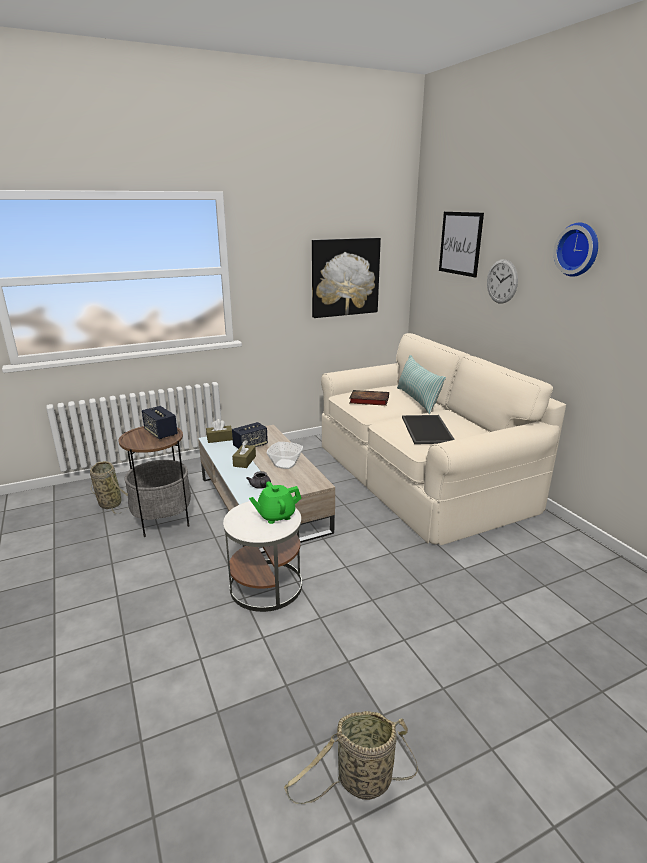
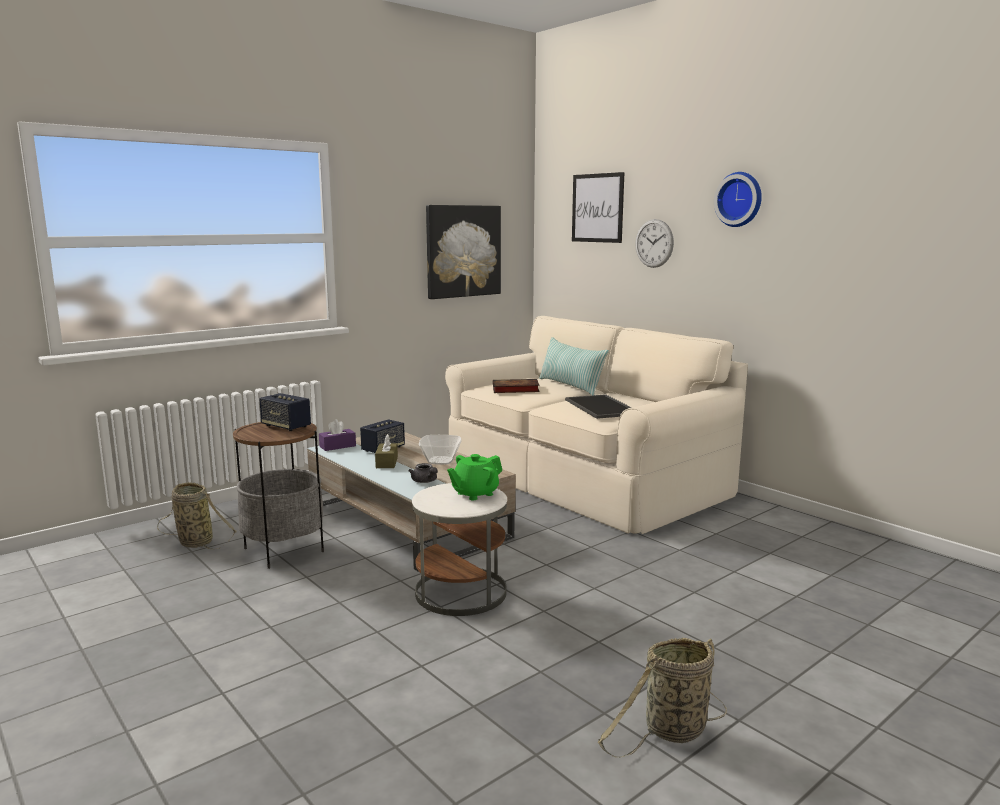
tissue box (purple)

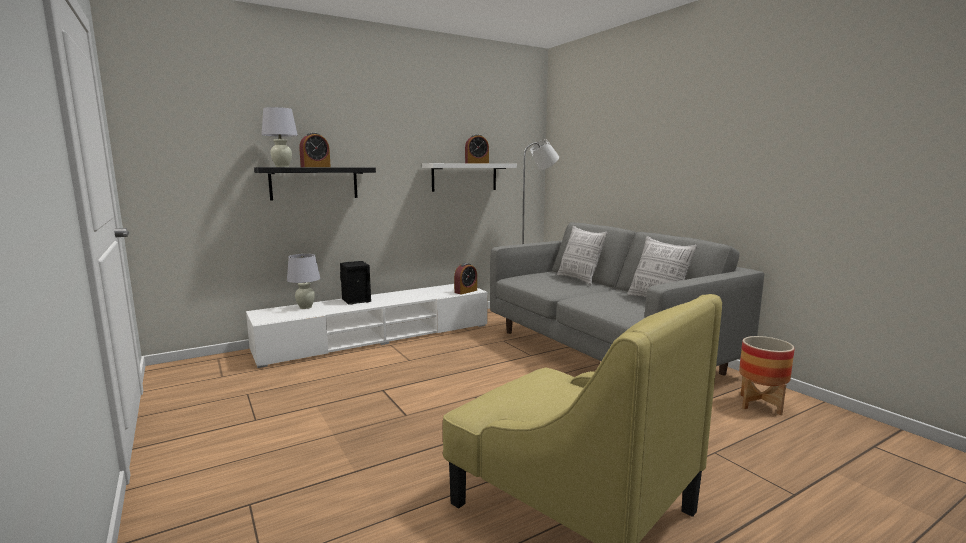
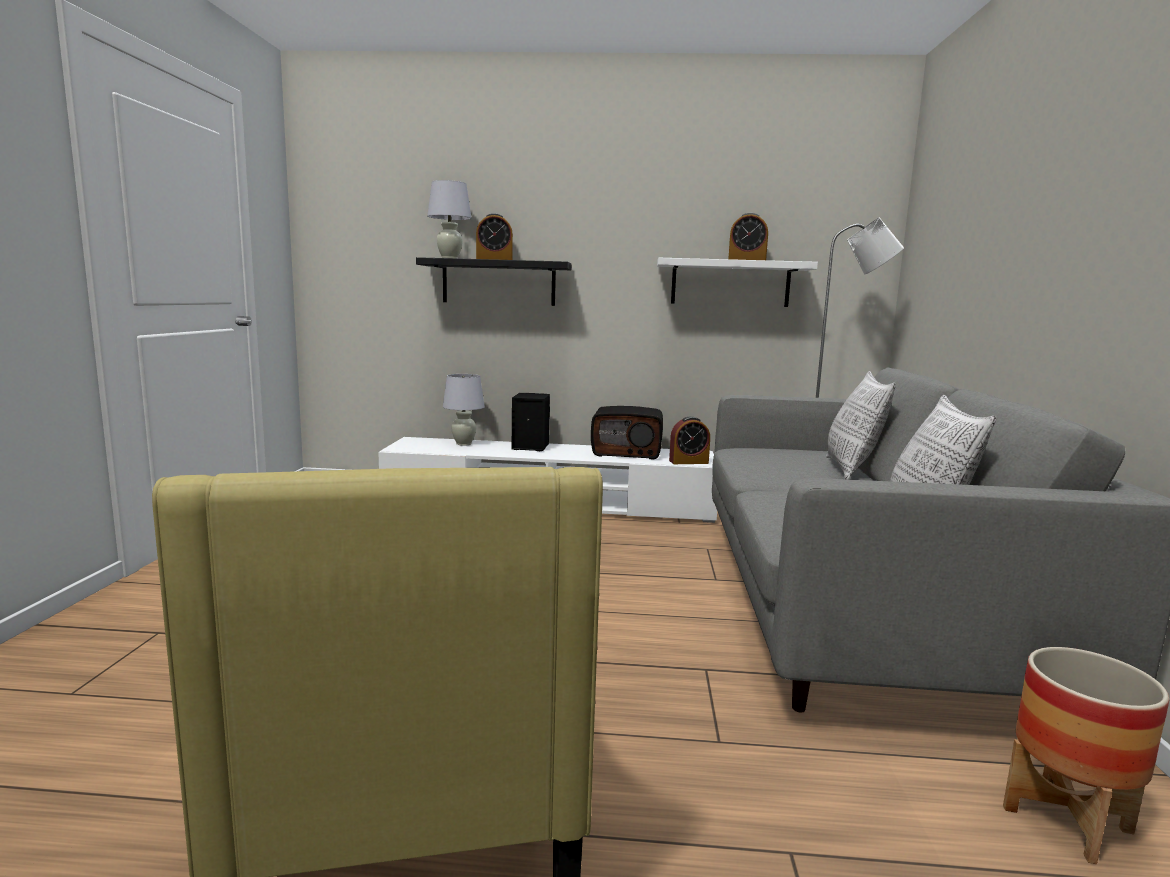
radio

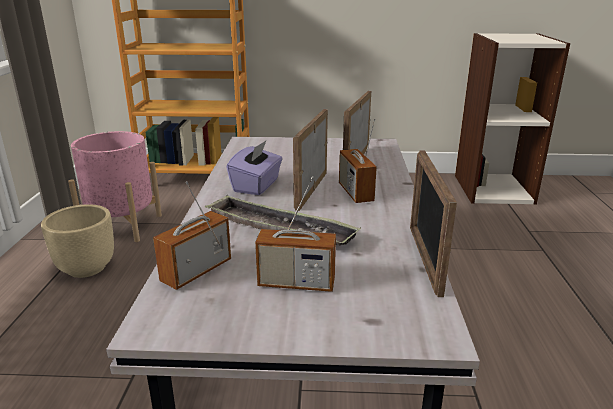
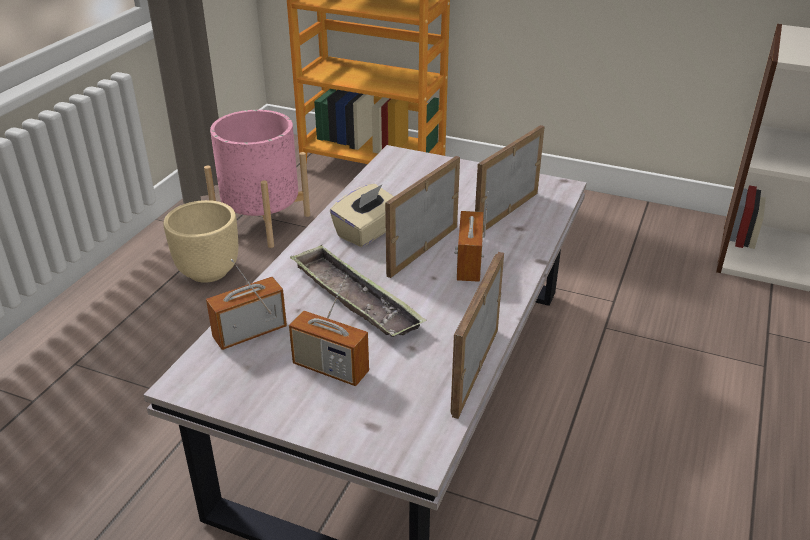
tissue box (beige)

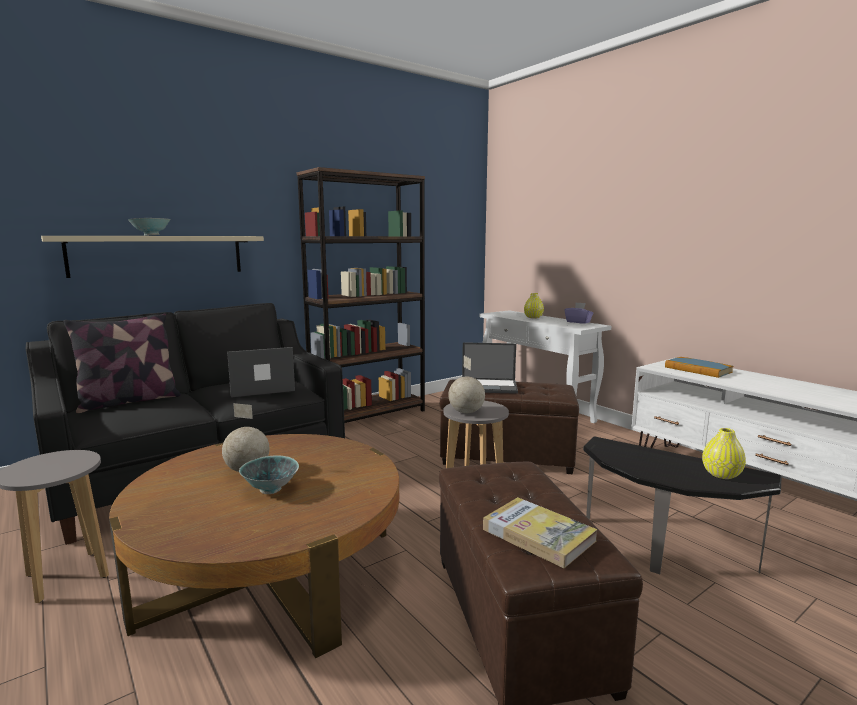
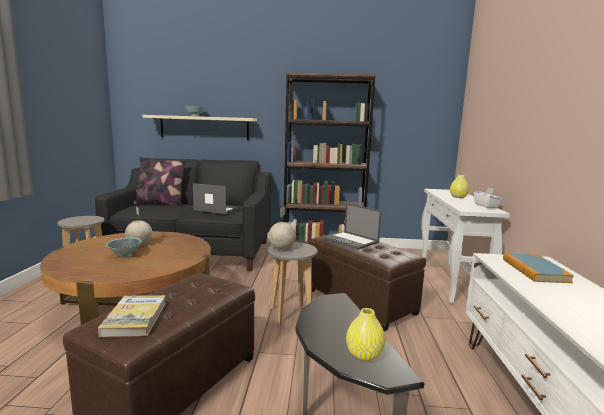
tissue box (white)

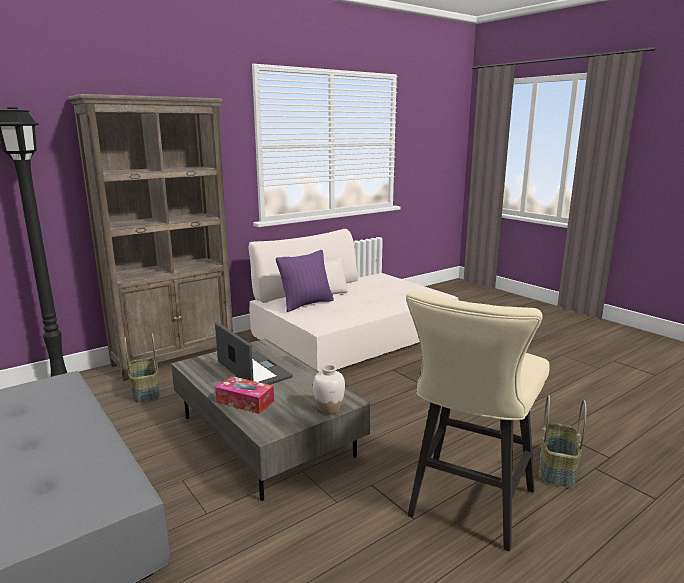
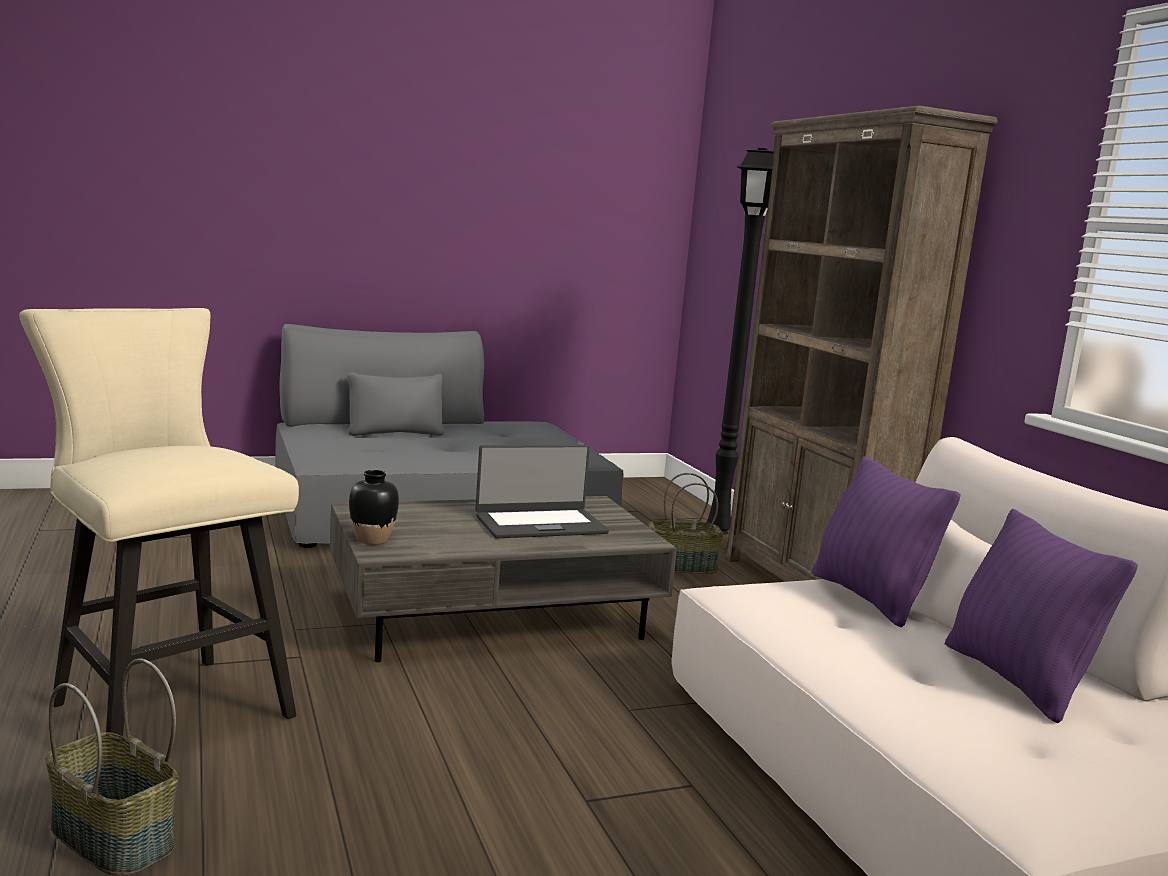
vase (black)
tissue box
pillow (purple) (2nd from left)

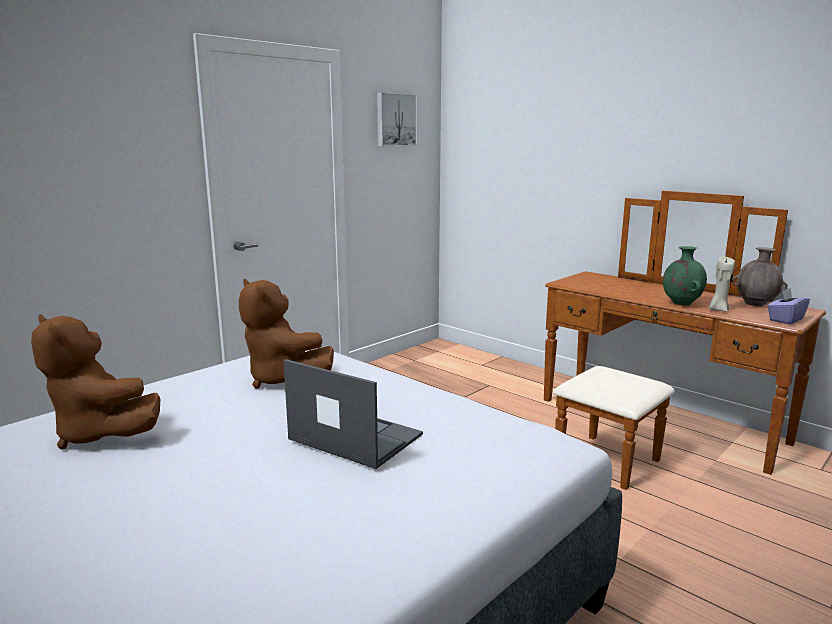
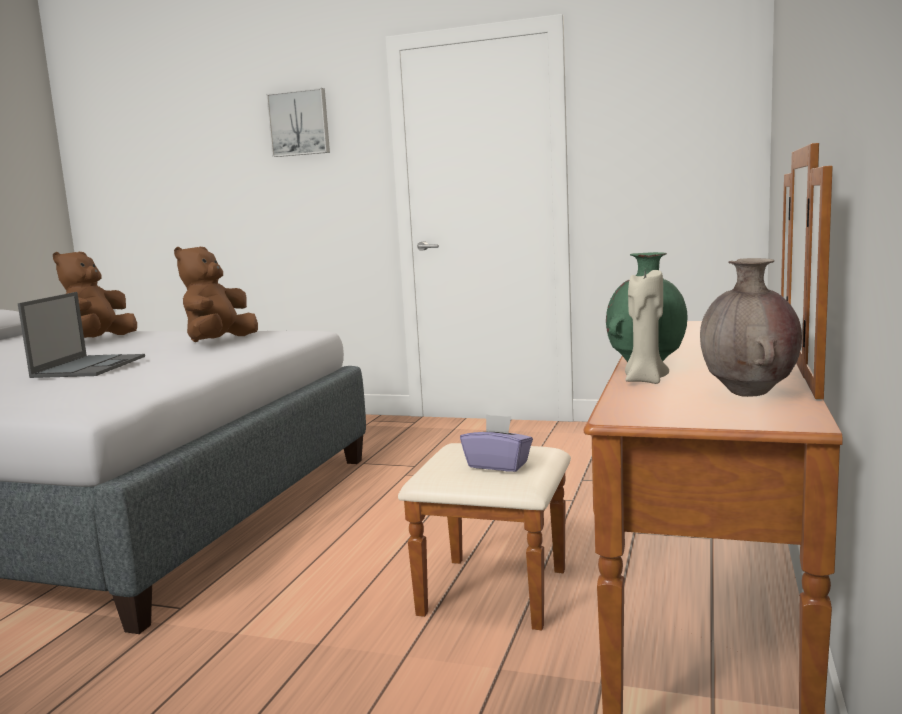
picture
tissue box (purple)

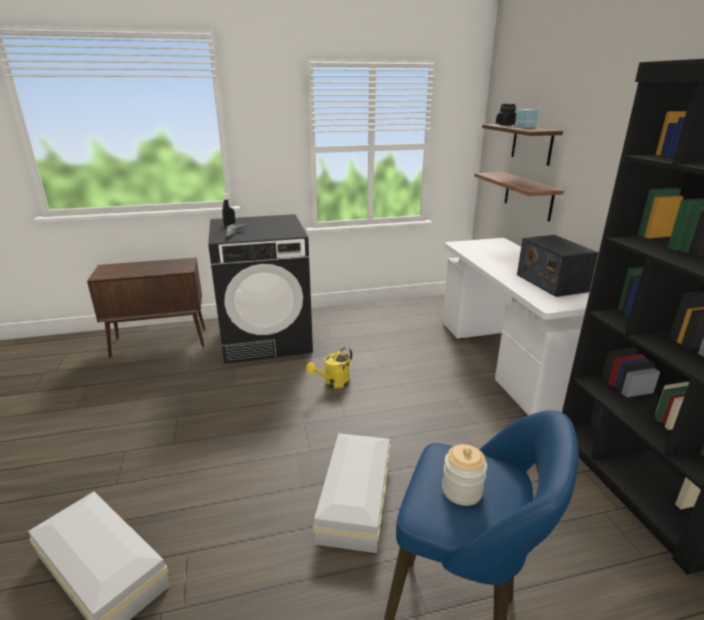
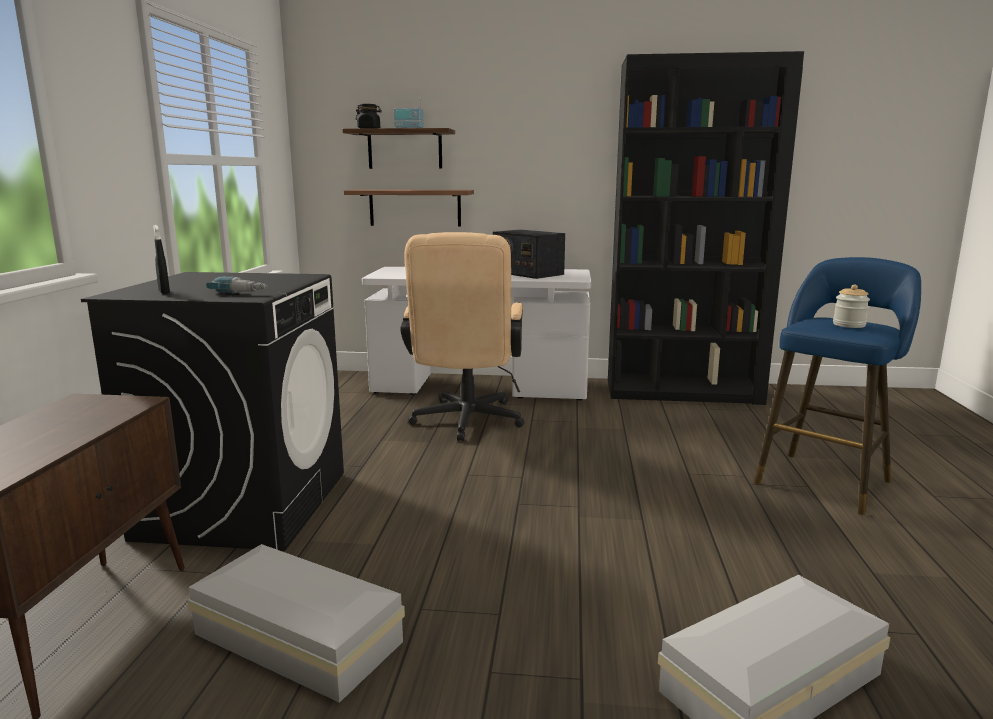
radio (2nd from left)
watering can (yellow)
storage box (white) (1st from left)
office chair (beige)

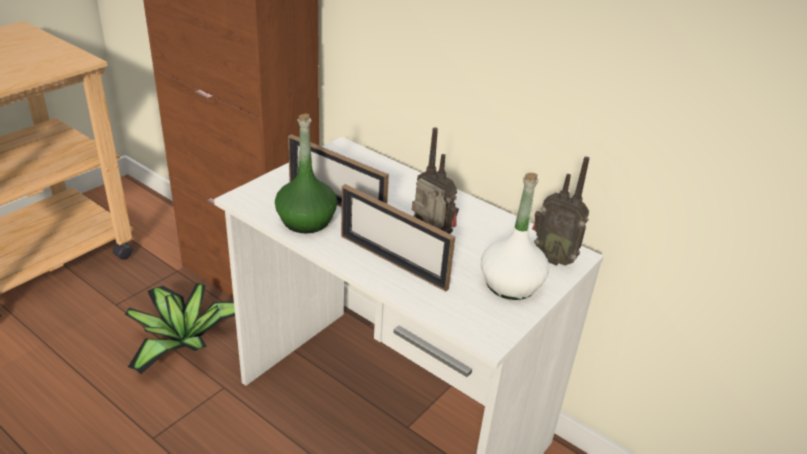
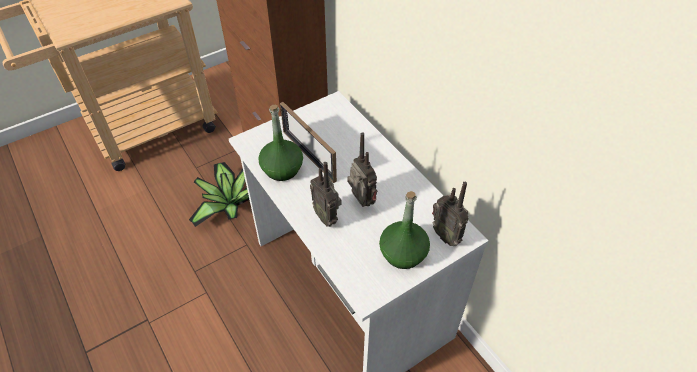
bottle (green) (2nd from left)
radio (1st from left)

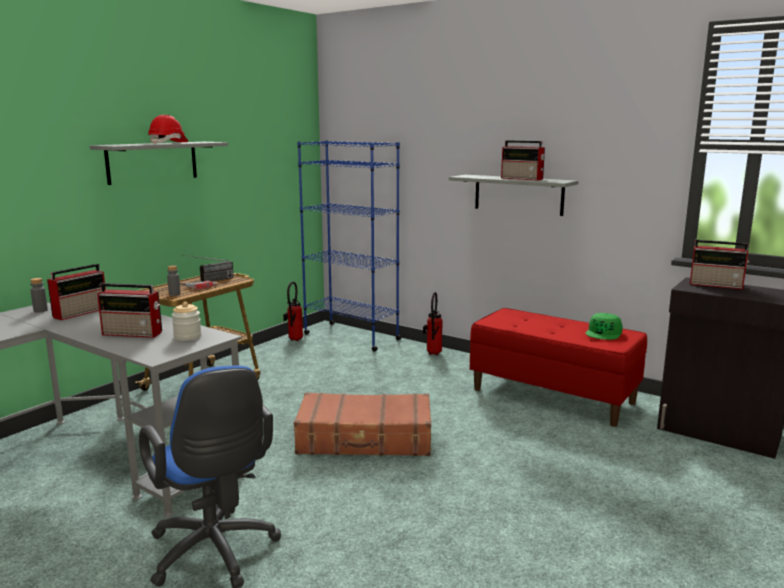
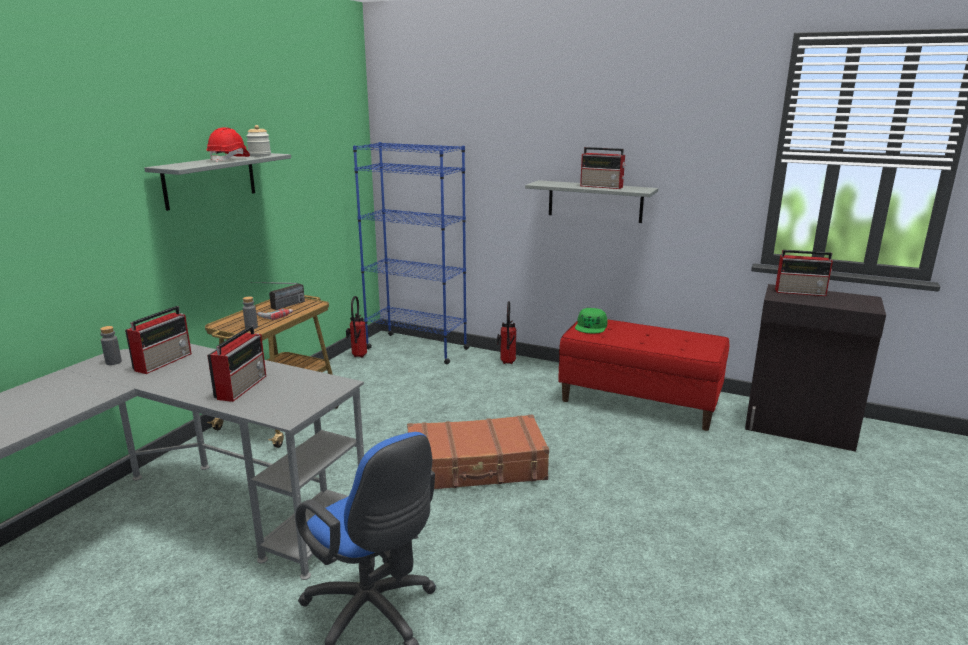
radio (2nd from left)
jar
cap (green)

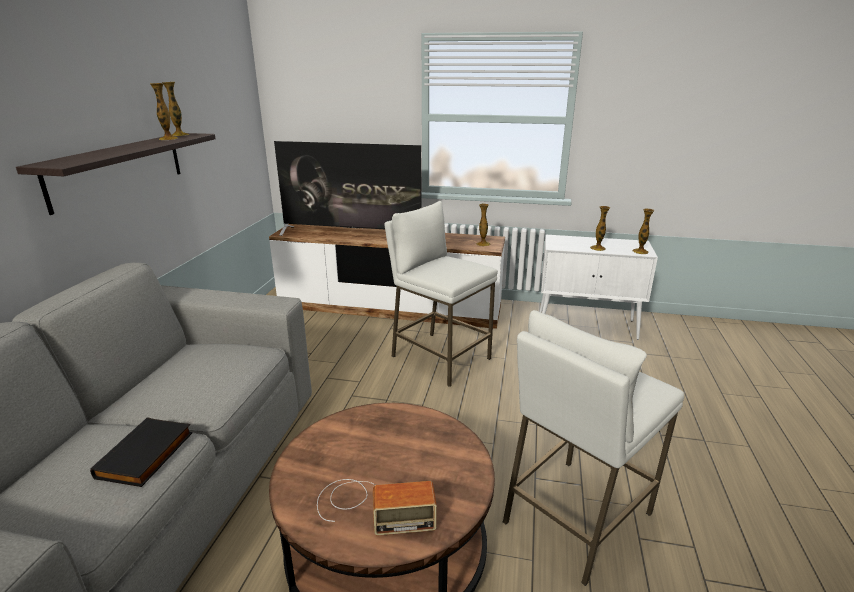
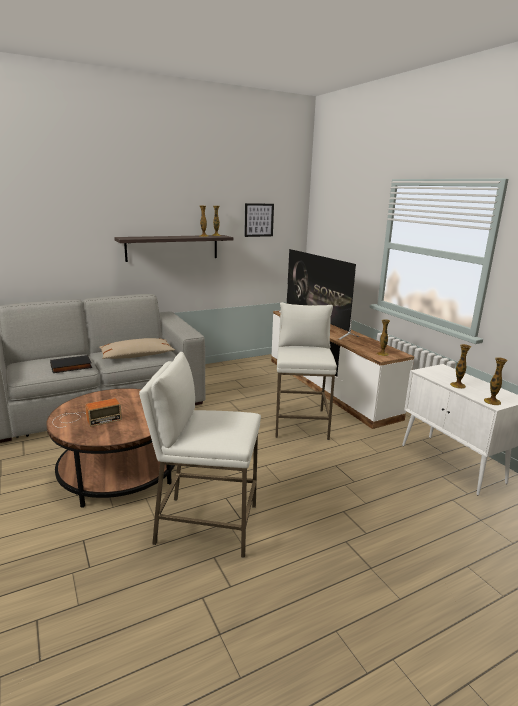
radio
picture
pillow (beige)

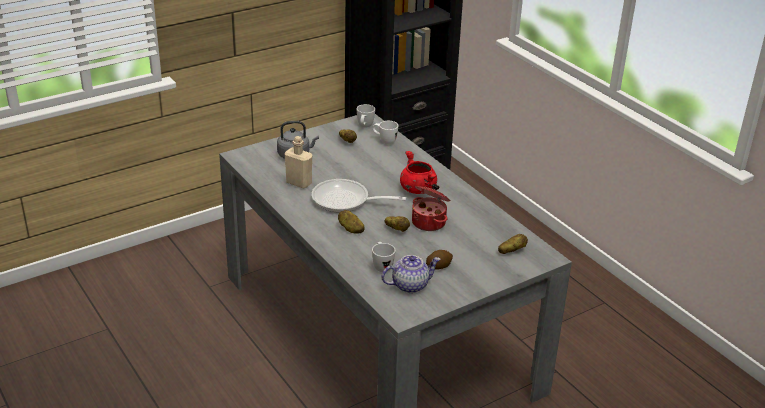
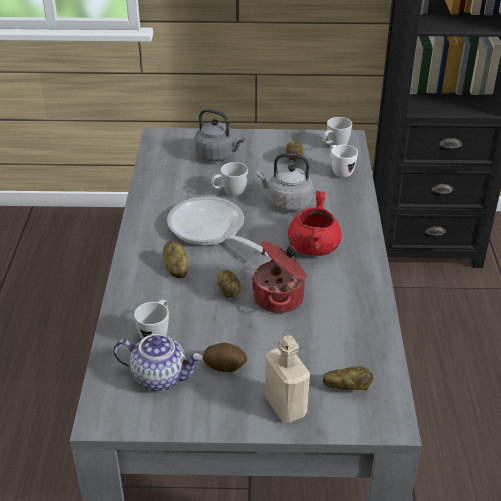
bottle (beige)
kettle (grey) (2nd from left)
mug (white) (2nd from left)

